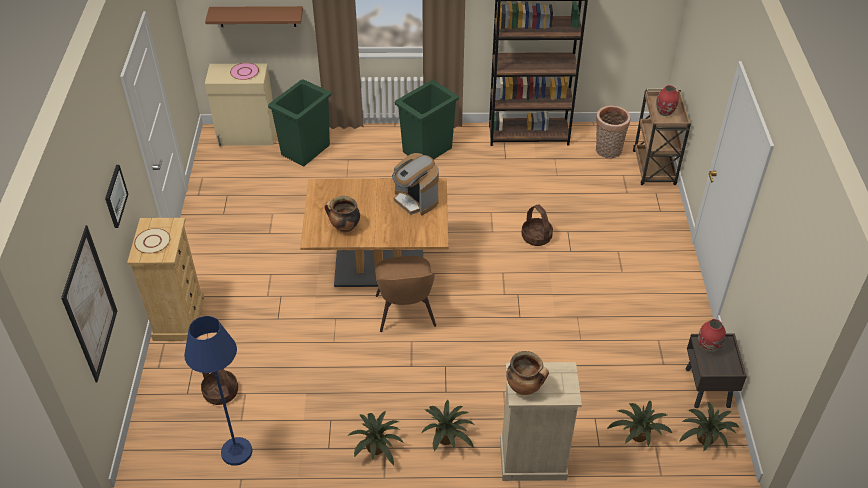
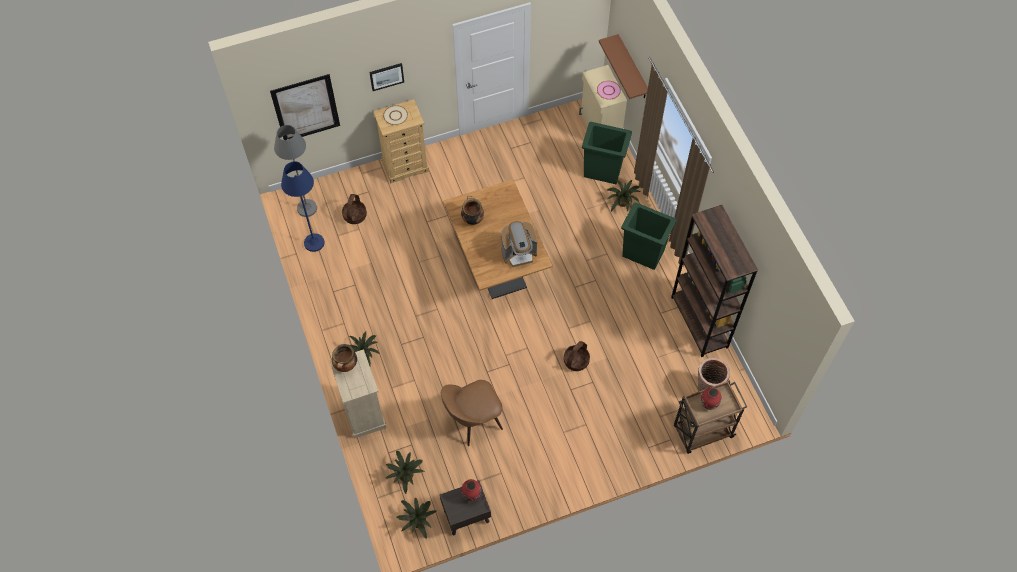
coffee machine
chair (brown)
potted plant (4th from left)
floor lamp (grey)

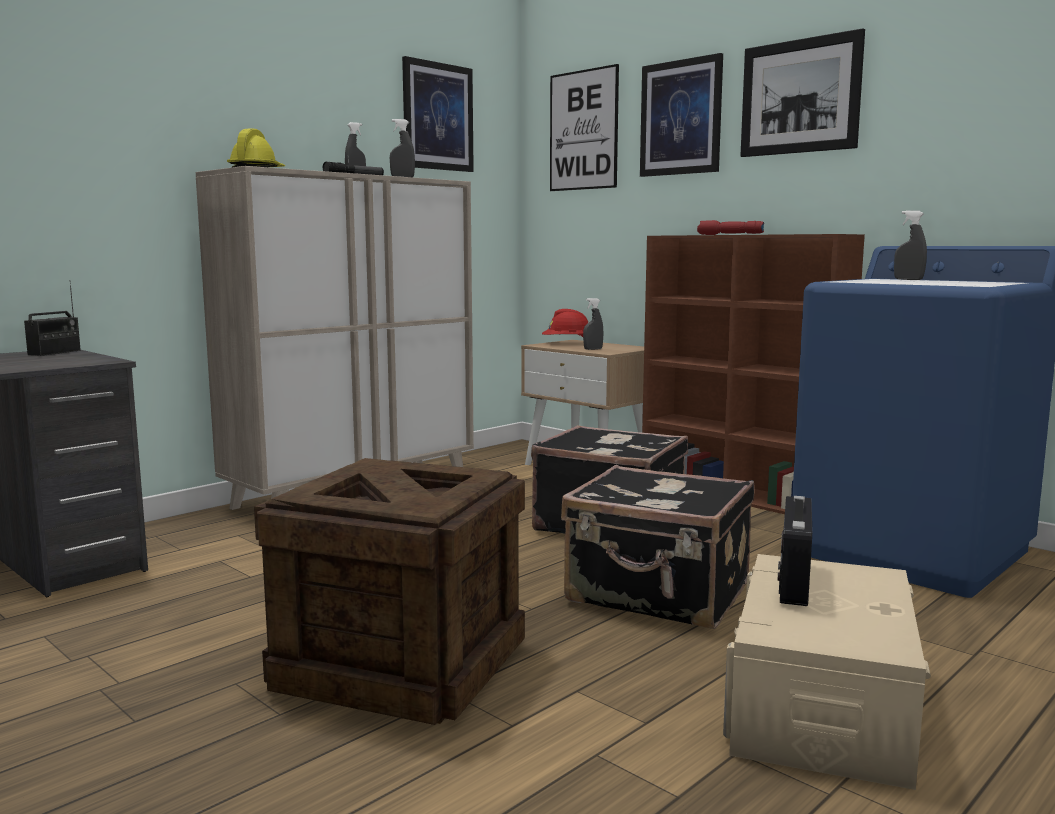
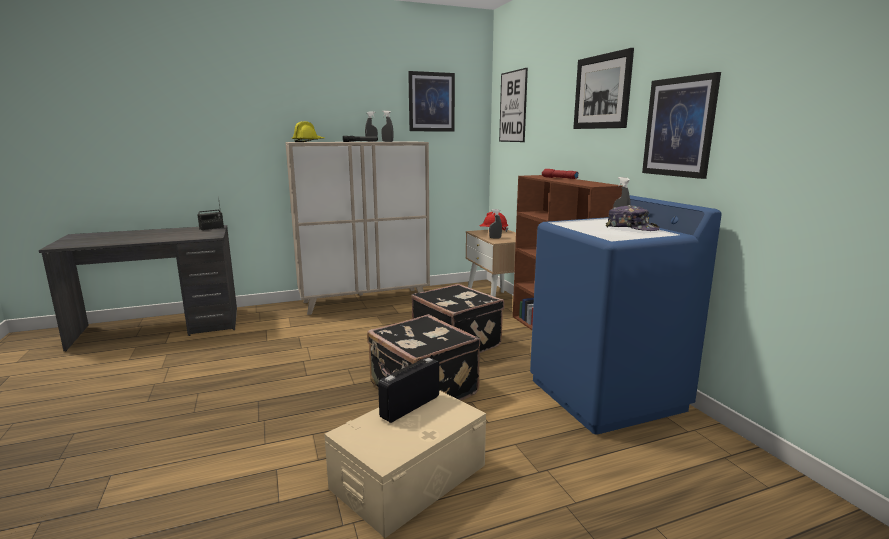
picture (4th from left)
crate
cap

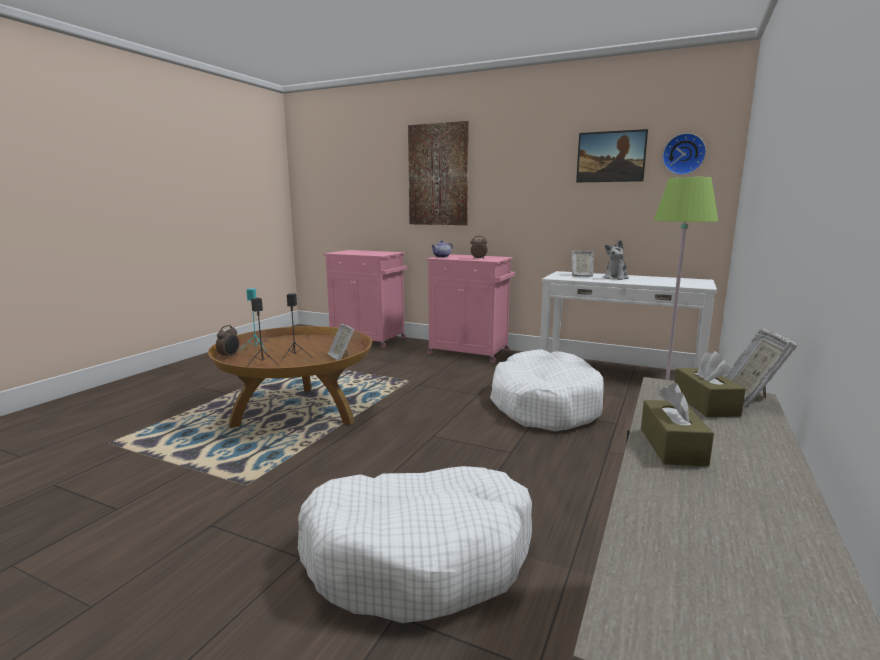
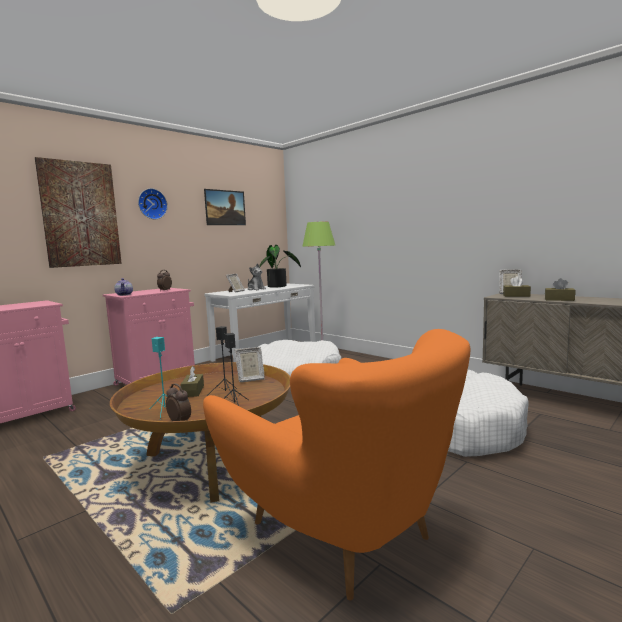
wall clock
potted plant
armchair (orange)
tissue box (brown) (1st from left)

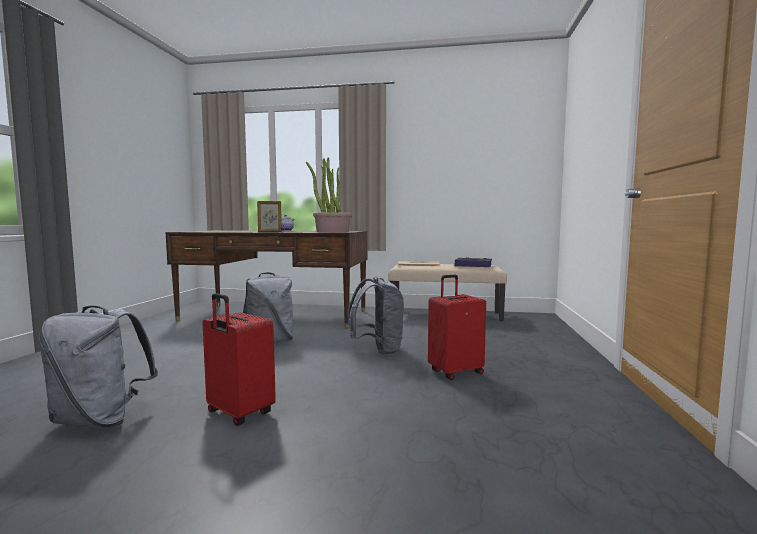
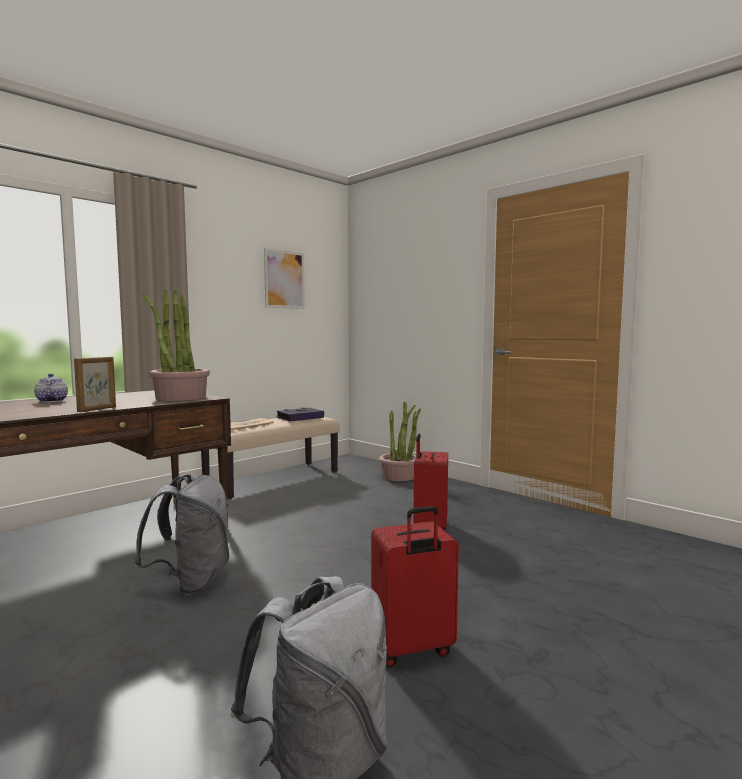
backpack (grey) (3rd from left in the first image)
picture
potted plant (2nd from left)

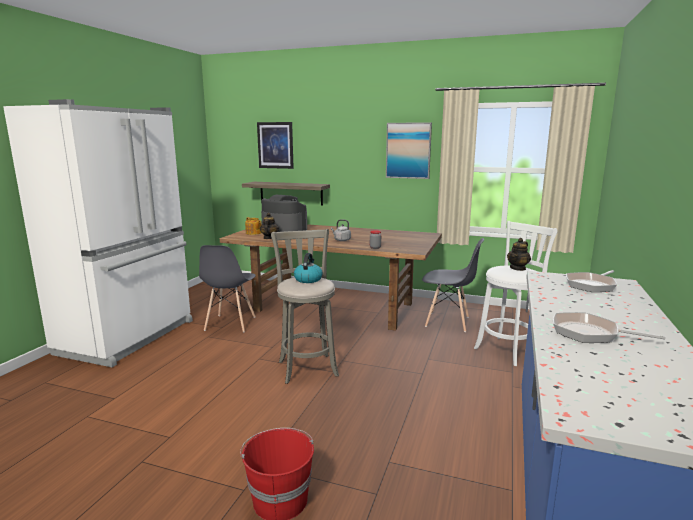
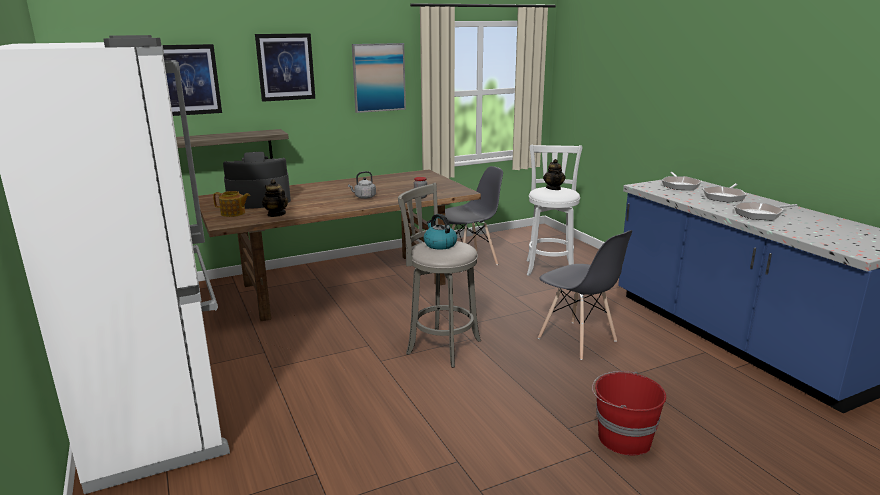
chair (grey) (2nd from left)
picture (2nd from left)
frying pan (2nd from left)

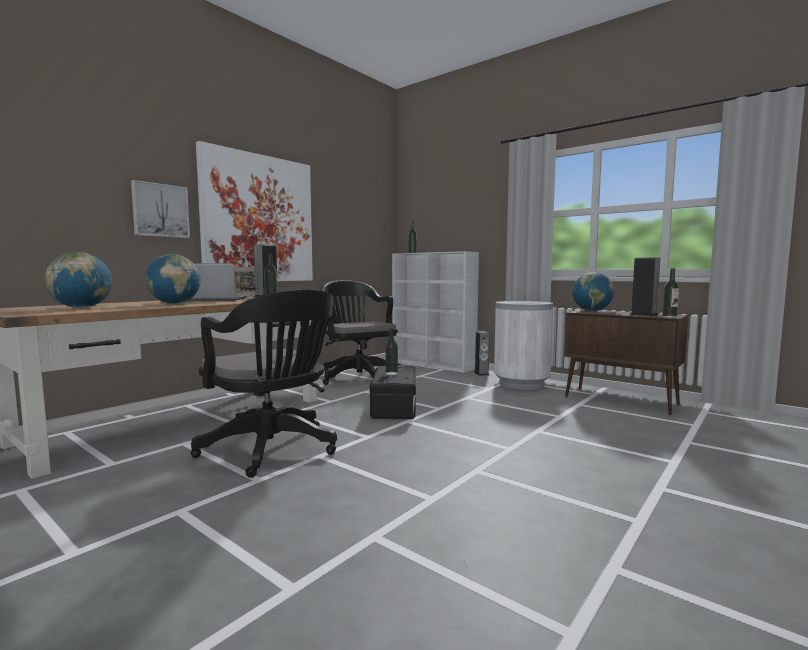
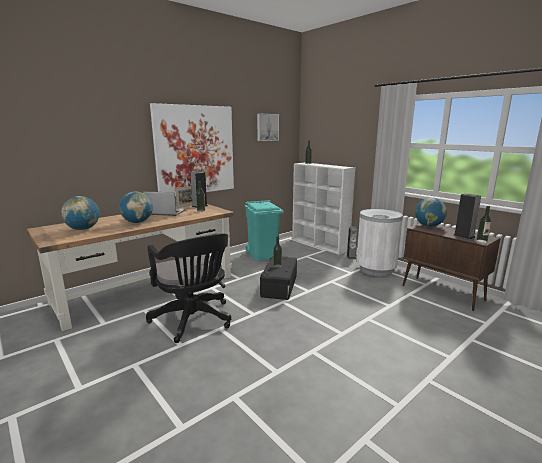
picture (2nd from left)
trash can (turquoise)

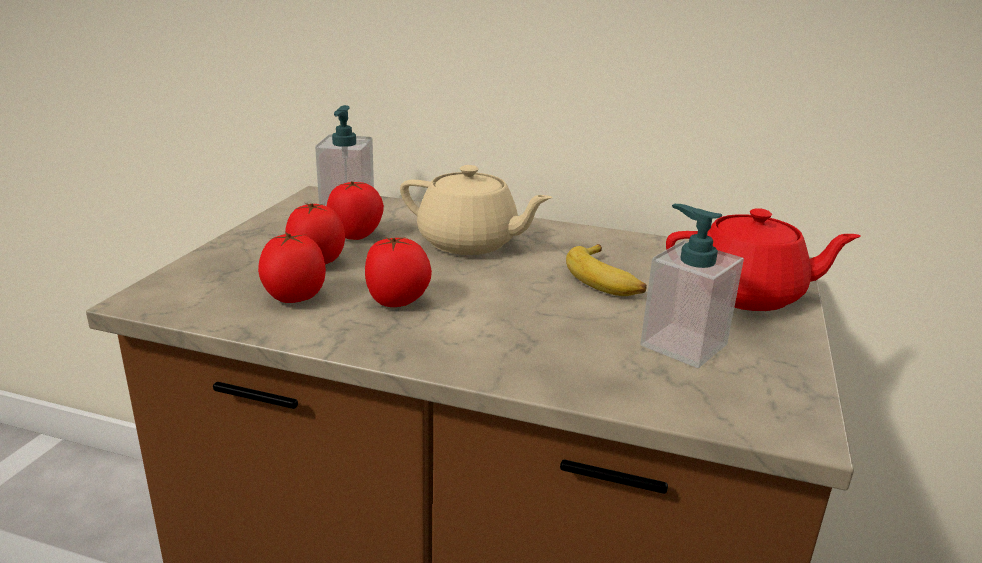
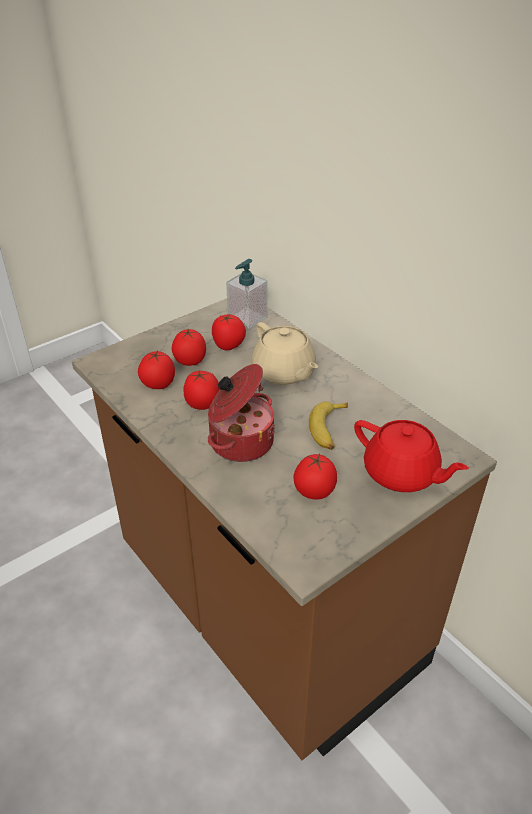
tomato (5th from left)
cooking pot

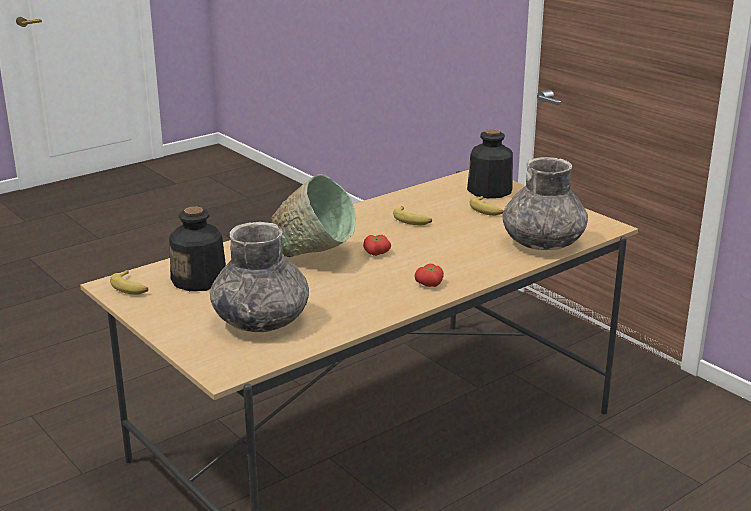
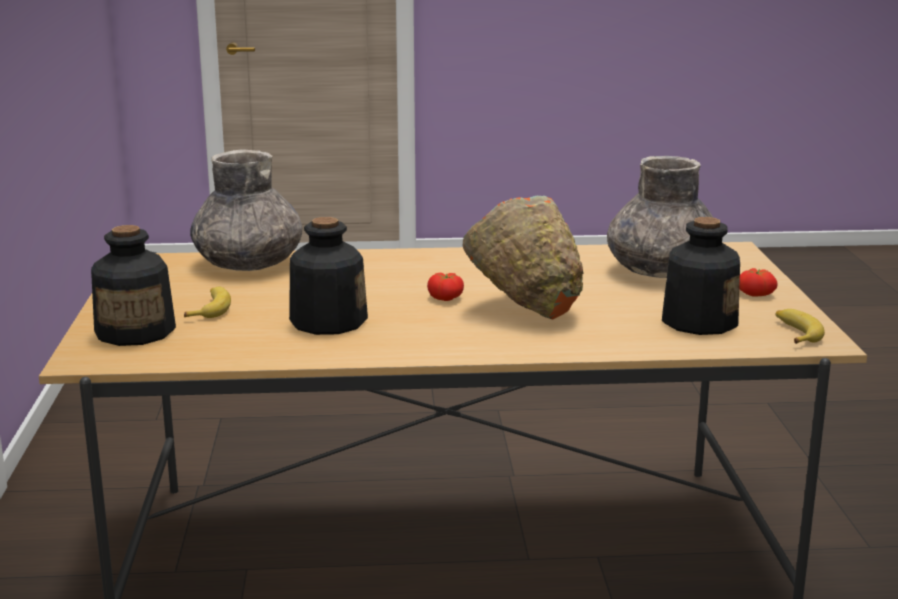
bowl (orange)
bottle (2nd from left)
tomato (2nd from left)

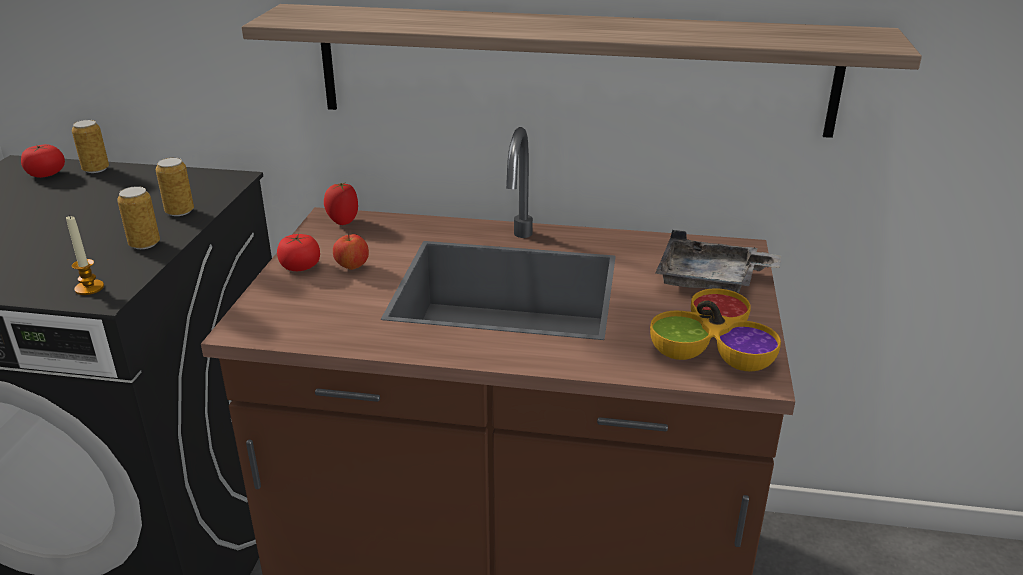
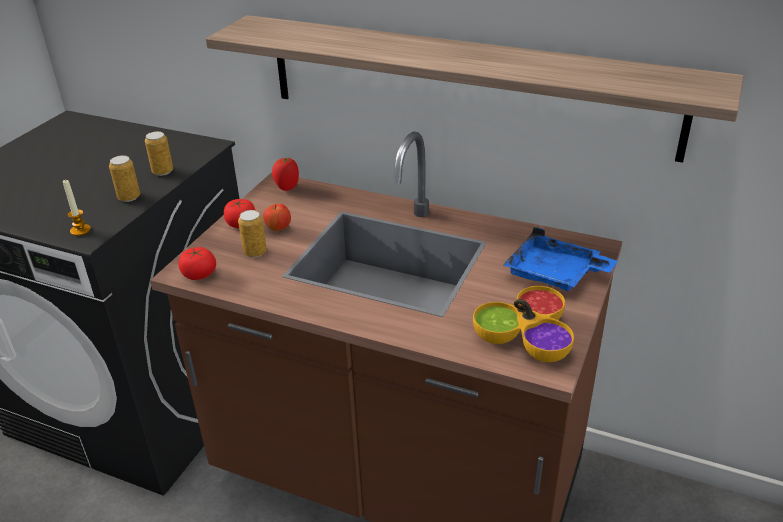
can (3rd from left)
tomato (1st from left)
tray (blue)

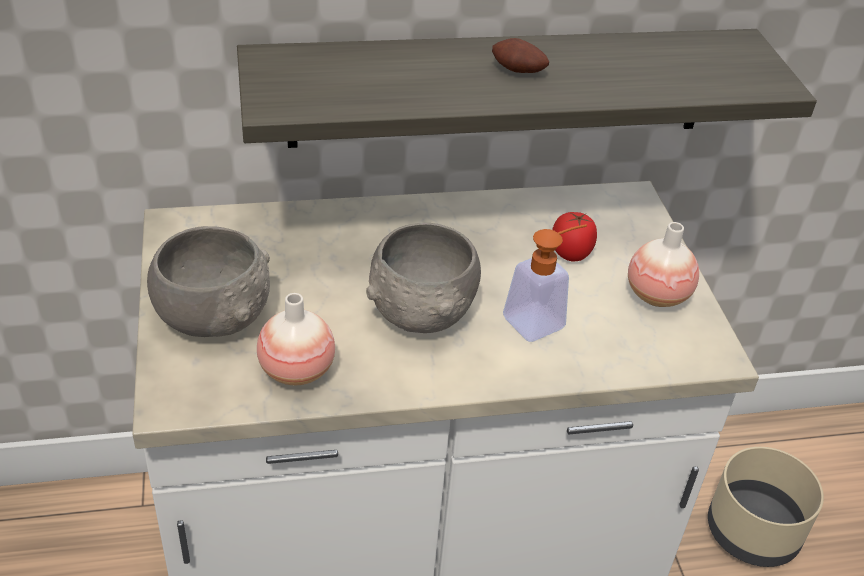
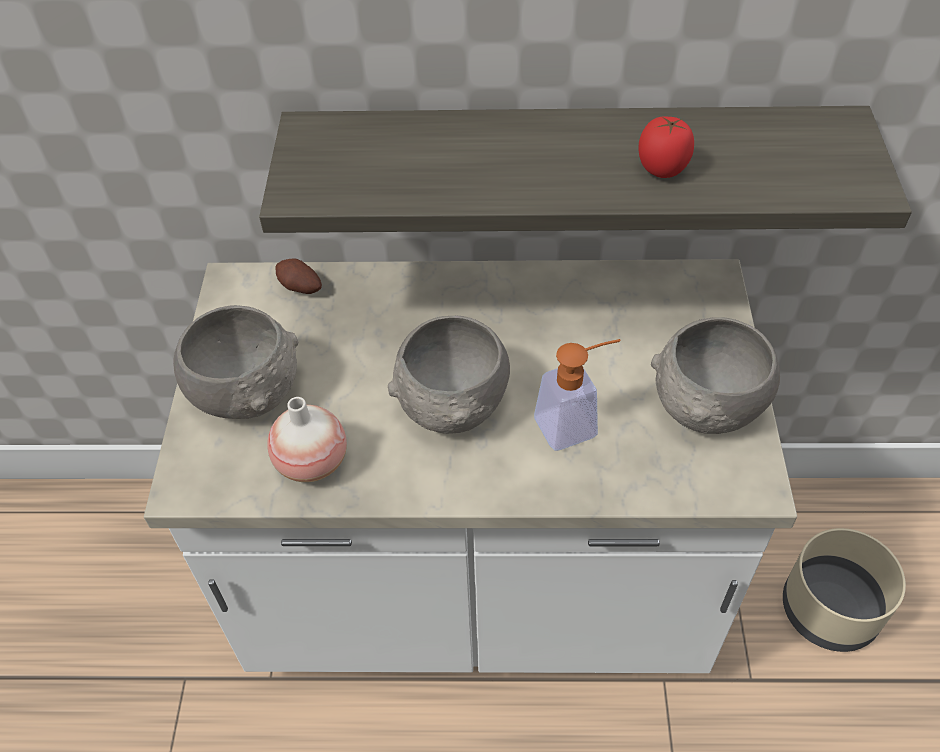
potato
tomato
bowl (grey) (3rd from left)

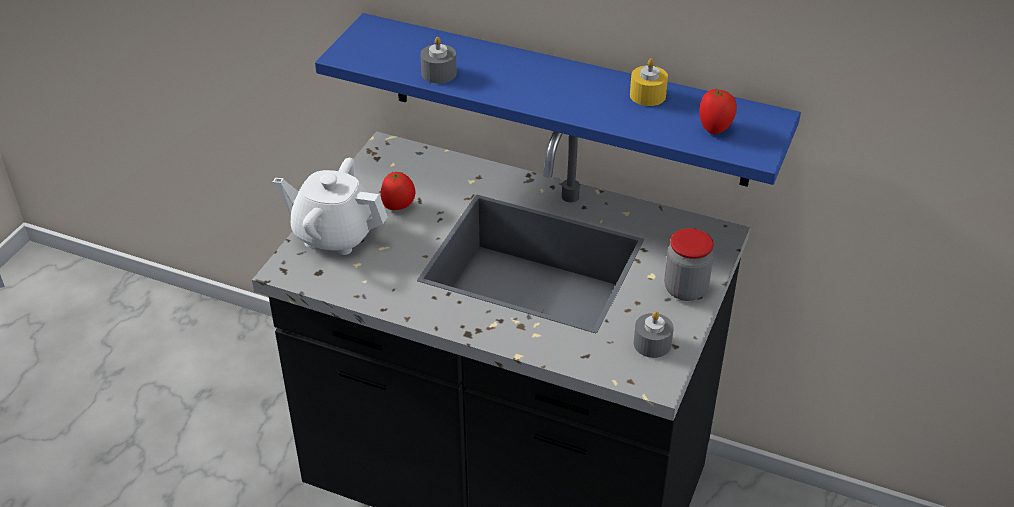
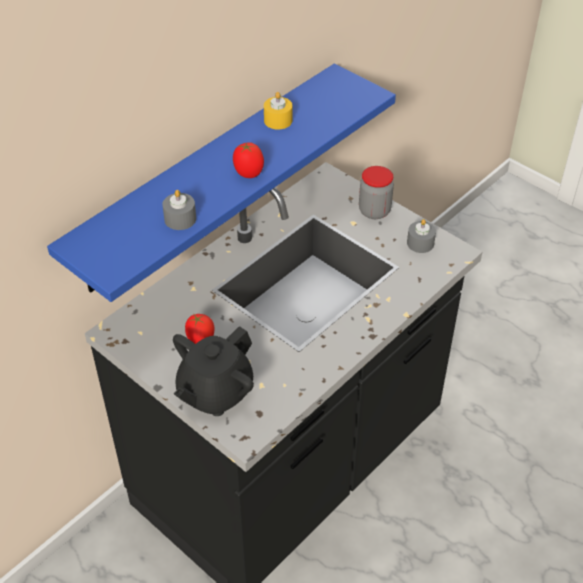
tomato (2nd from left)
teapot (black)

